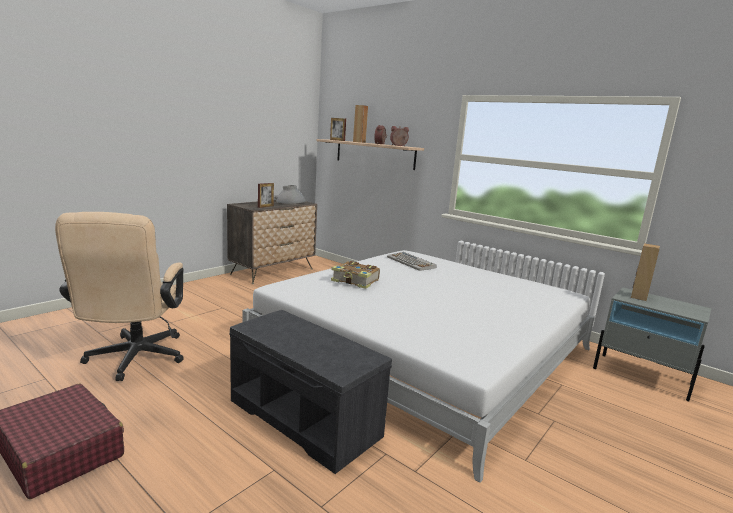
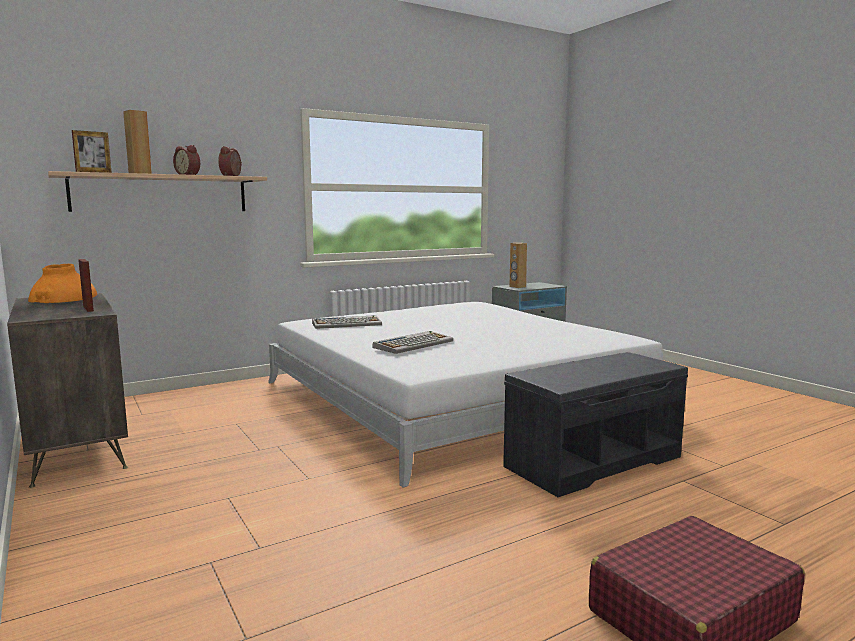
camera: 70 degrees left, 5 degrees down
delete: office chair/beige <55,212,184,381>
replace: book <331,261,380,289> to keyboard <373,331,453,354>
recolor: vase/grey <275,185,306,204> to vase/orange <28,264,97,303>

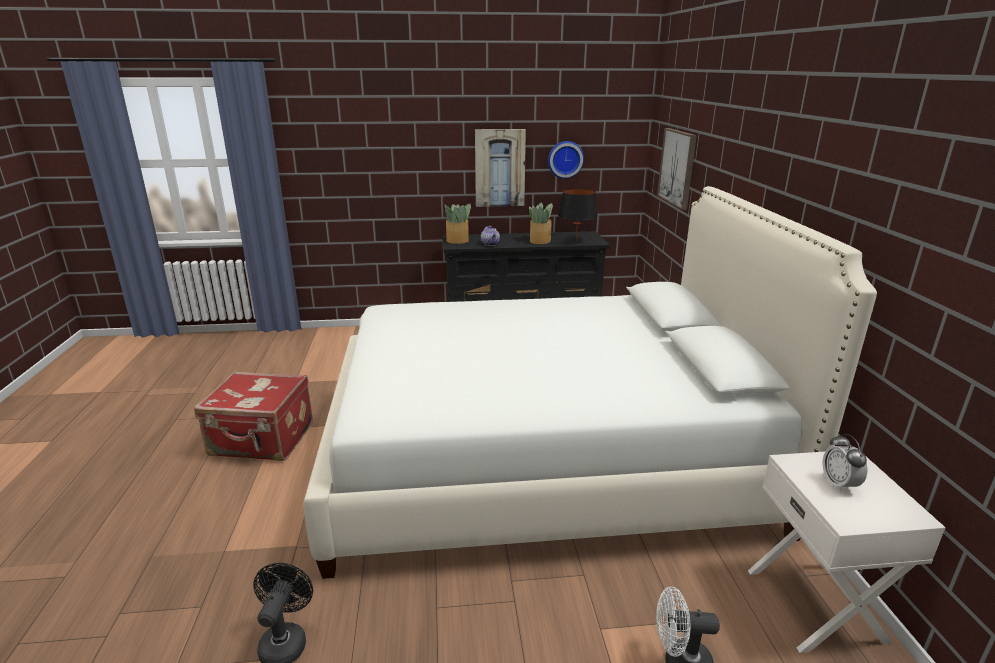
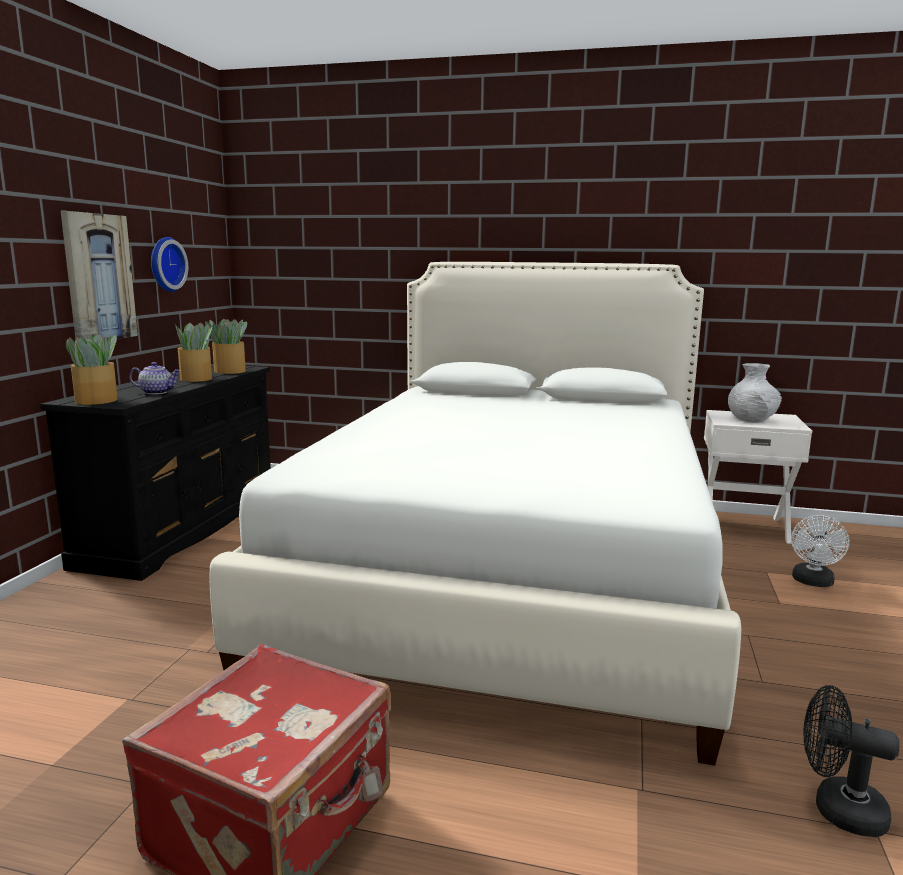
camera: 70 degrees left, 10 degrees down
delete: picture <657,128,697,210>
replace: table lamp/black <558,188,598,241> to potted plant <205,319,247,374>; alarm clock <823,434,868,493> to vase/white <728,363,782,423>

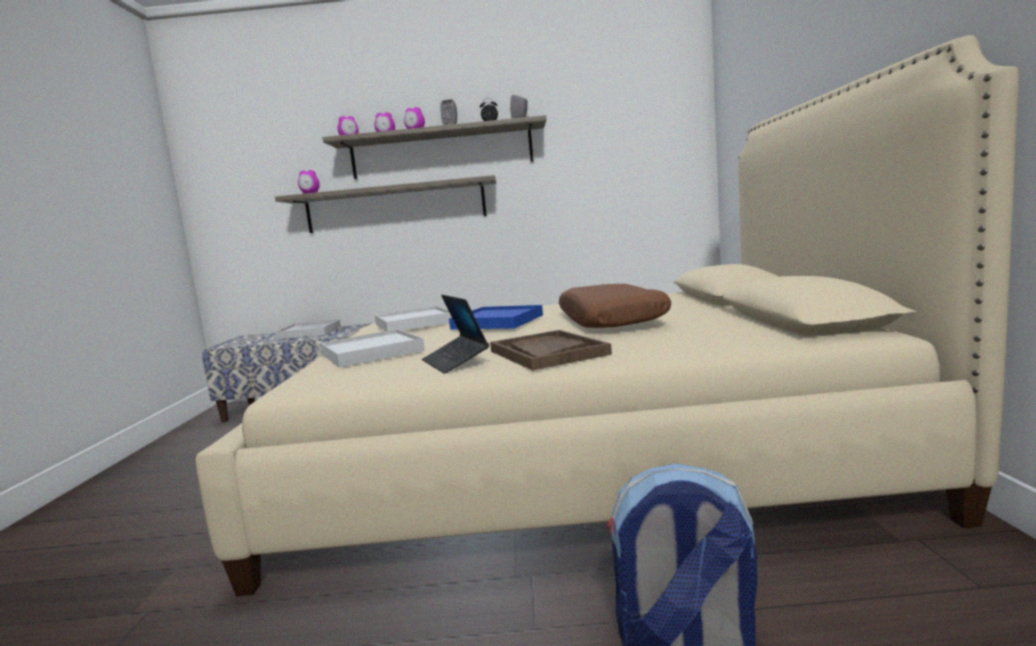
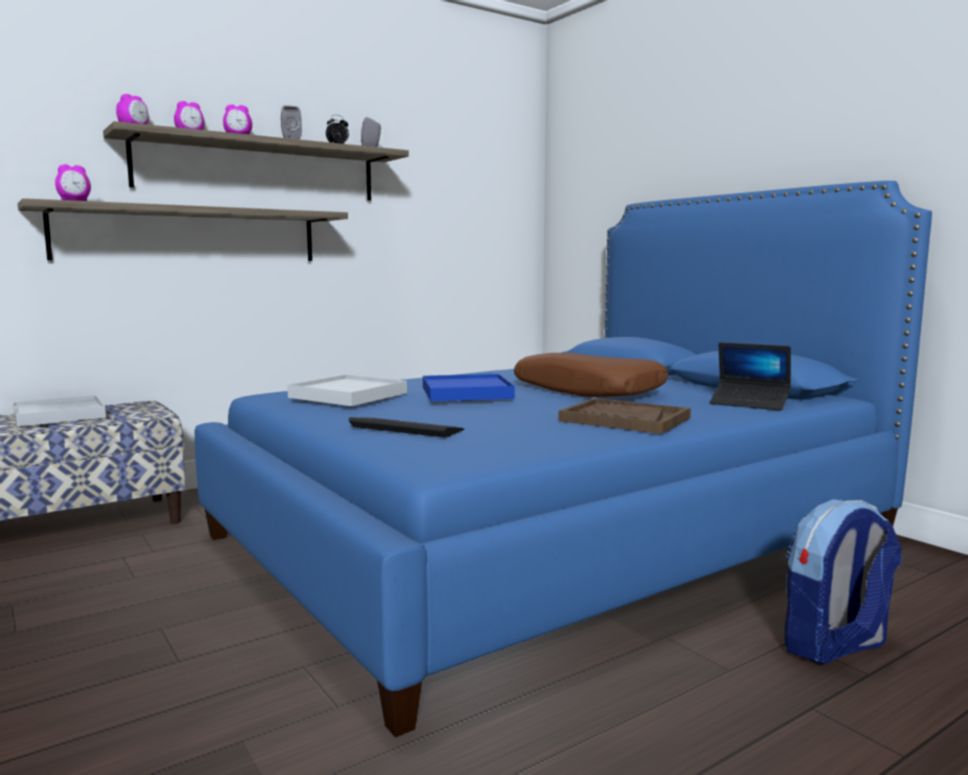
camera: 35 degrees left, 0 degrees up
move: laptop <422,295,489,374> to <709,343,791,411>
replace: tray/white <320,329,425,368> to keyboard <348,417,464,437>
recolor: bed/beige <195,35,1019,596> to bed/blue <195,181,932,737>

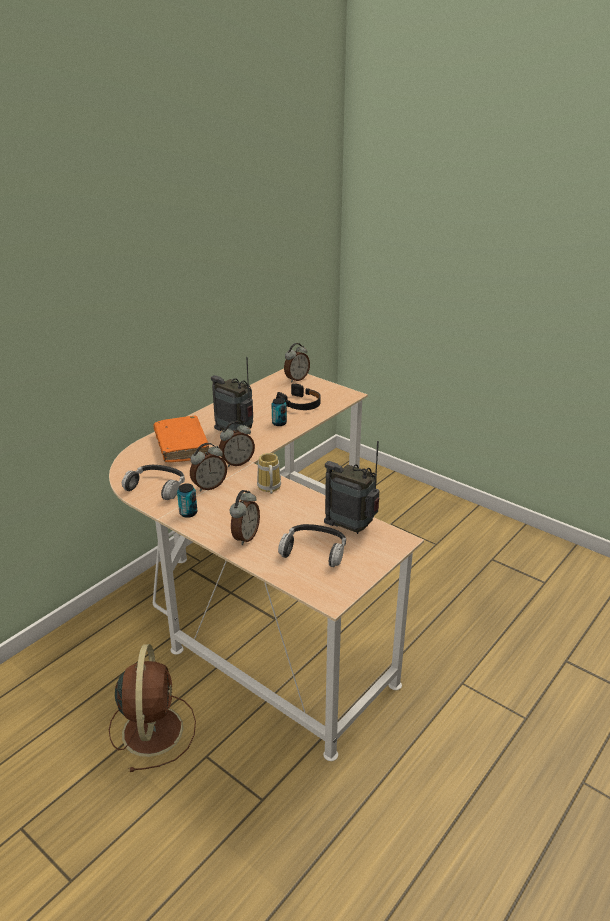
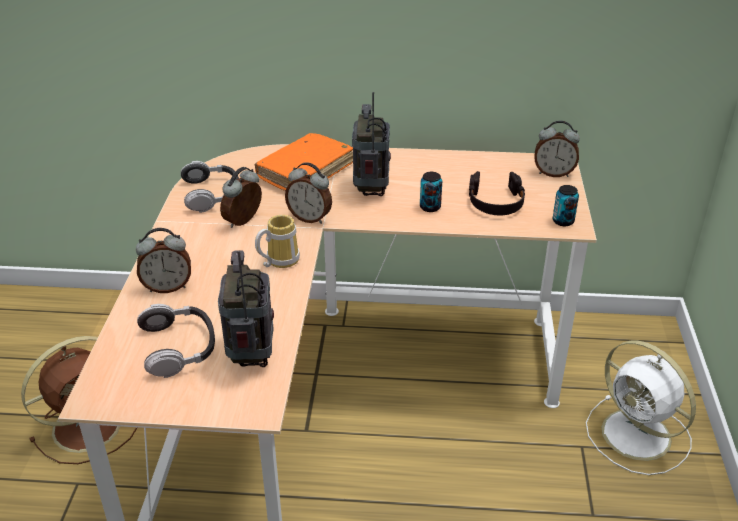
camera: 55 degrees right, 5 degrees up
insert: fan/white <586,340,696,475>
move: can <177,483,197,518> to <553,185,579,226>
rotate: alarm clock <190,443,227,492> = <220,167,262,228> 105 degrees clockwise

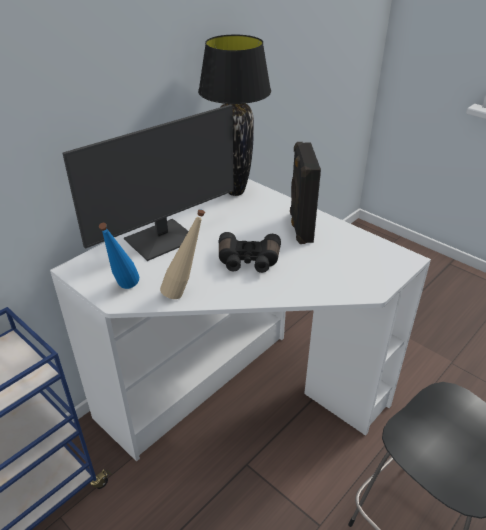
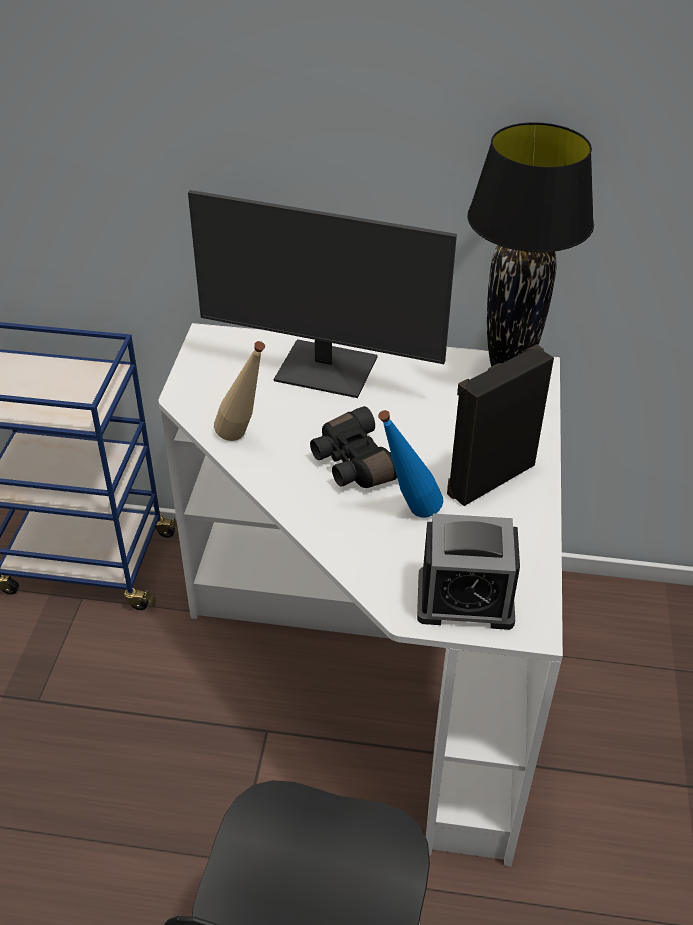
camera: 55 degrees right, 5 degrees up
insert: alarm clock <417,514,520,630>
move: bottle/blue <99,223,139,289> to <378,410,443,518>

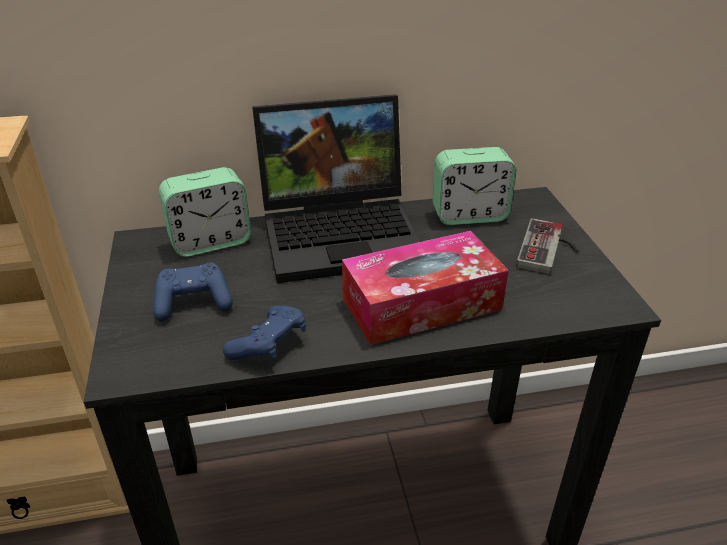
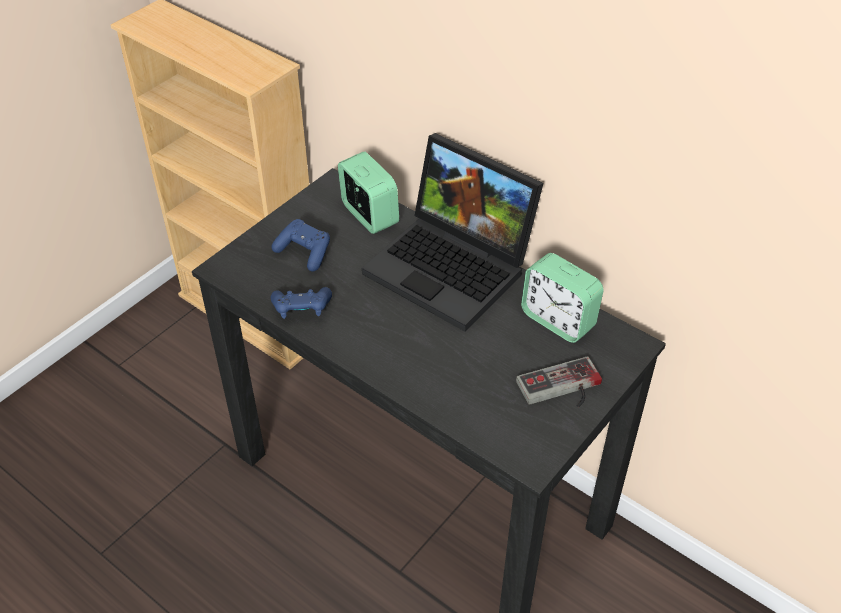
camera: 50 degrees right, 10 degrees up
delete: tissue box <342,231,509,345>
rotate: alarm clock <159,167,251,257> = <338,151,399,234> 150 degrees counterclockwise

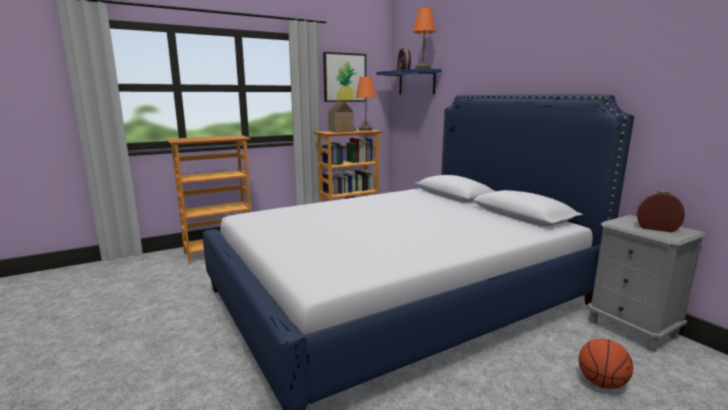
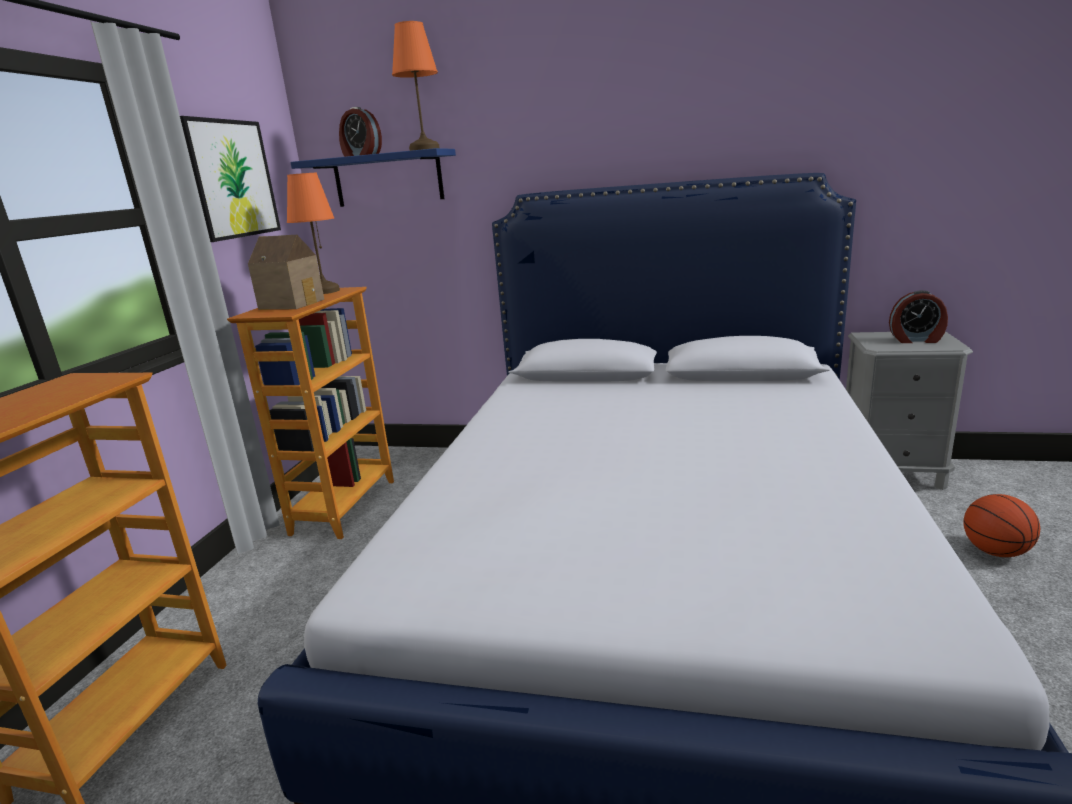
camera: 45 degrees left, 5 degrees up
rotate: alarm clock <637,190,685,232> = <889,290,948,343> 150 degrees counterclockwise

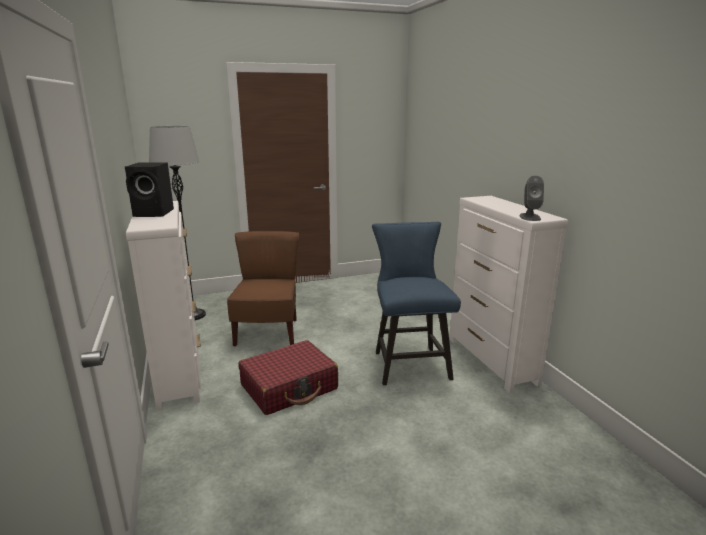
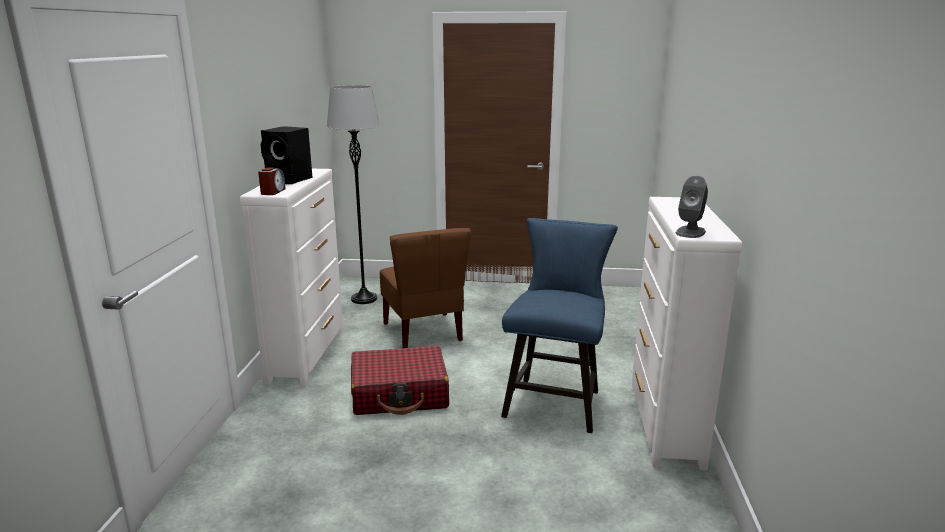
camera: 25 degrees right, 0 degrees up
insert: alarm clock <258,167,286,195>
rotate: chair/brown <227,231,299,347> = <380,228,471,348> 135 degrees clockwise

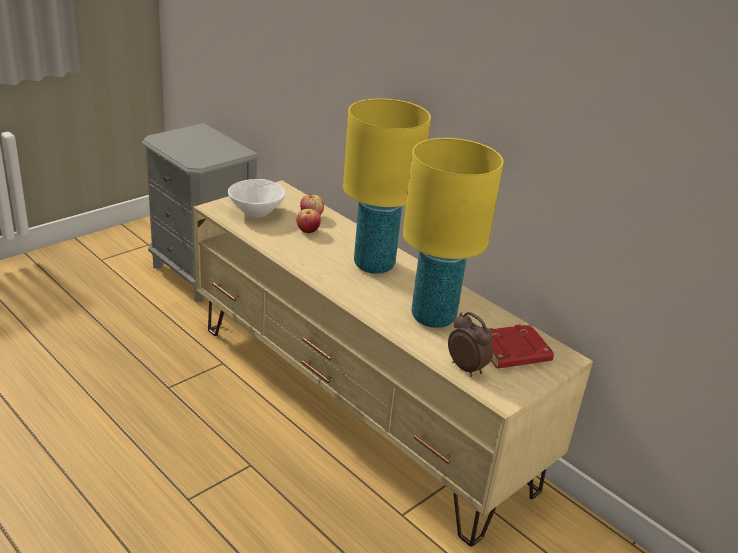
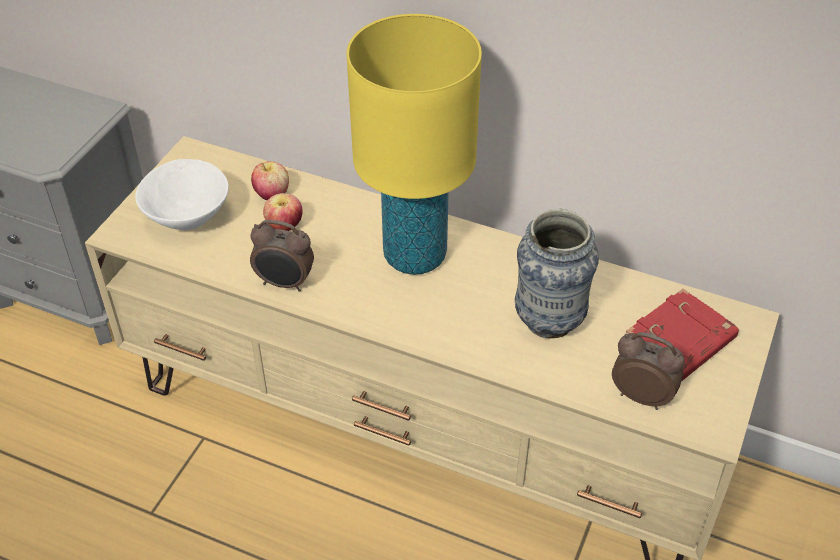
camera: 20 degrees left, 15 degrees up
insert: alarm clock <250,220,314,292>
replace: table lamp/yellow <403,138,504,328> to vase <515,209,599,338>

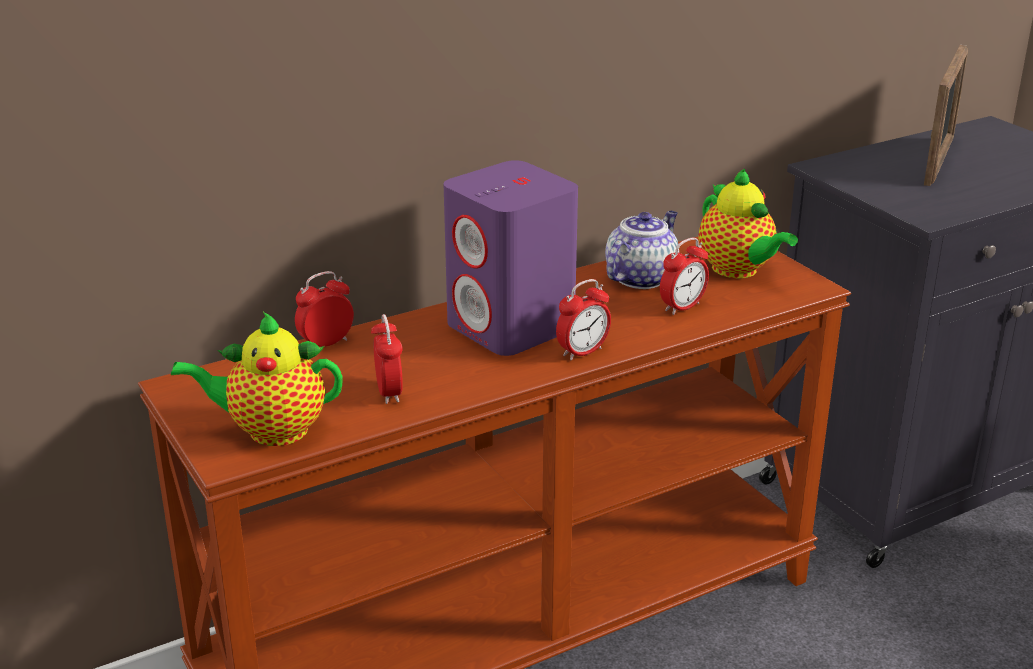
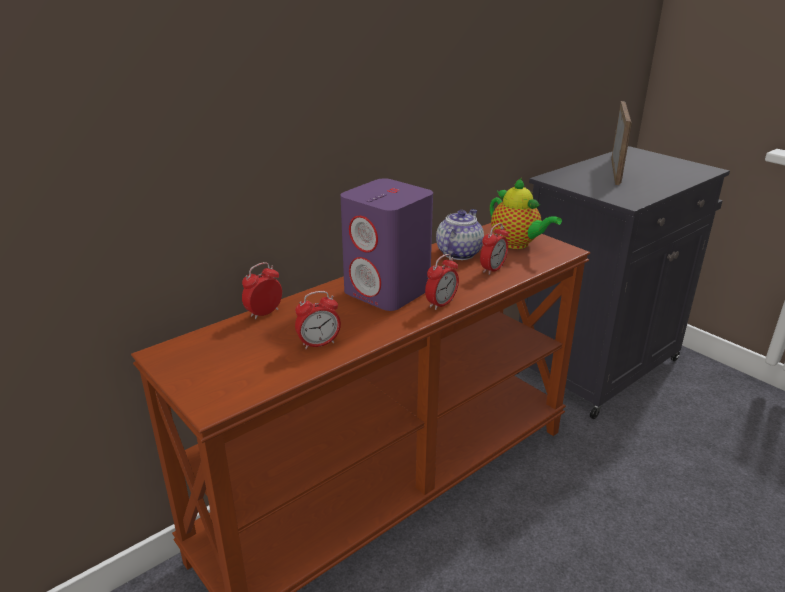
camera: 10 degrees left, 0 degrees up
delete: teapot <171,312,343,446>
rotate: alarm clock <371,314,403,404> = <295,291,341,349> 90 degrees clockwise

